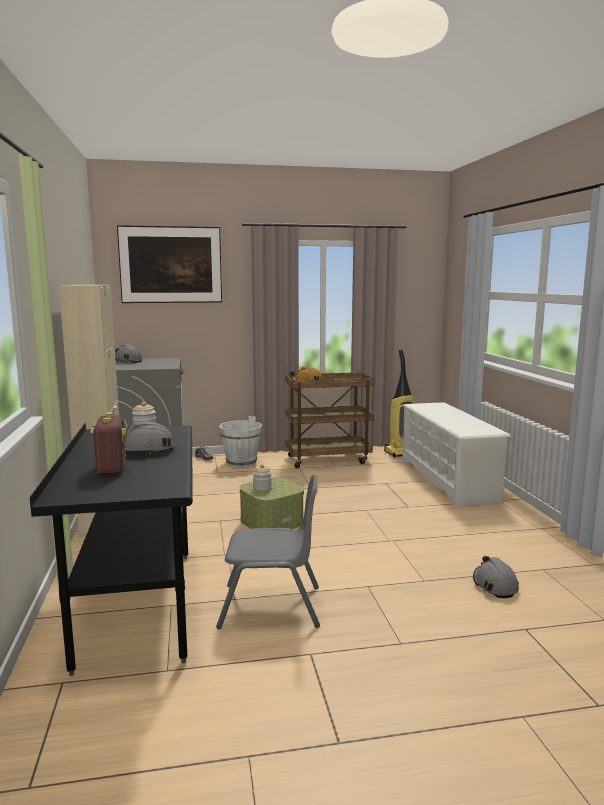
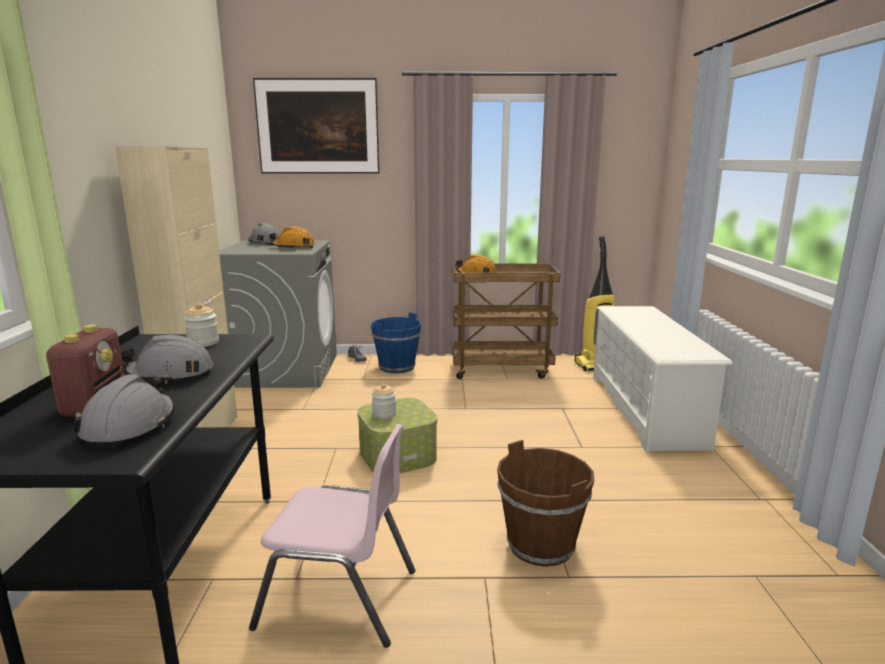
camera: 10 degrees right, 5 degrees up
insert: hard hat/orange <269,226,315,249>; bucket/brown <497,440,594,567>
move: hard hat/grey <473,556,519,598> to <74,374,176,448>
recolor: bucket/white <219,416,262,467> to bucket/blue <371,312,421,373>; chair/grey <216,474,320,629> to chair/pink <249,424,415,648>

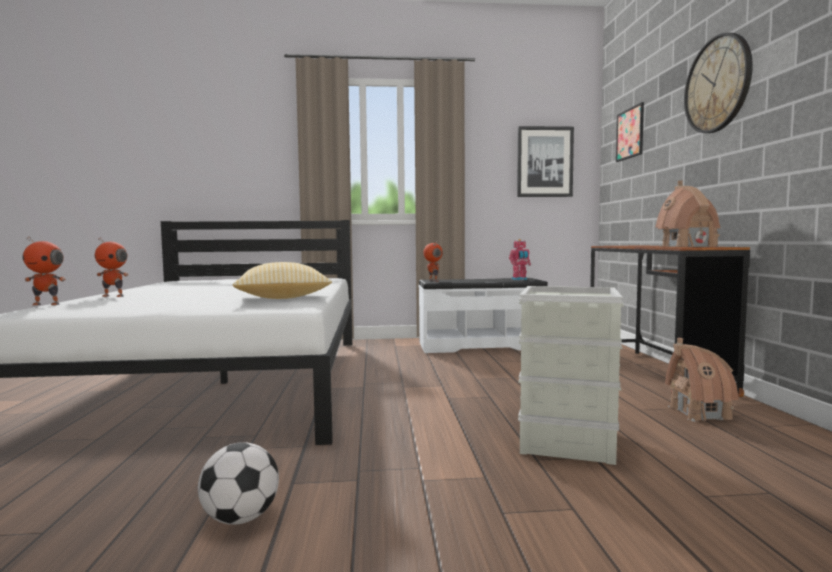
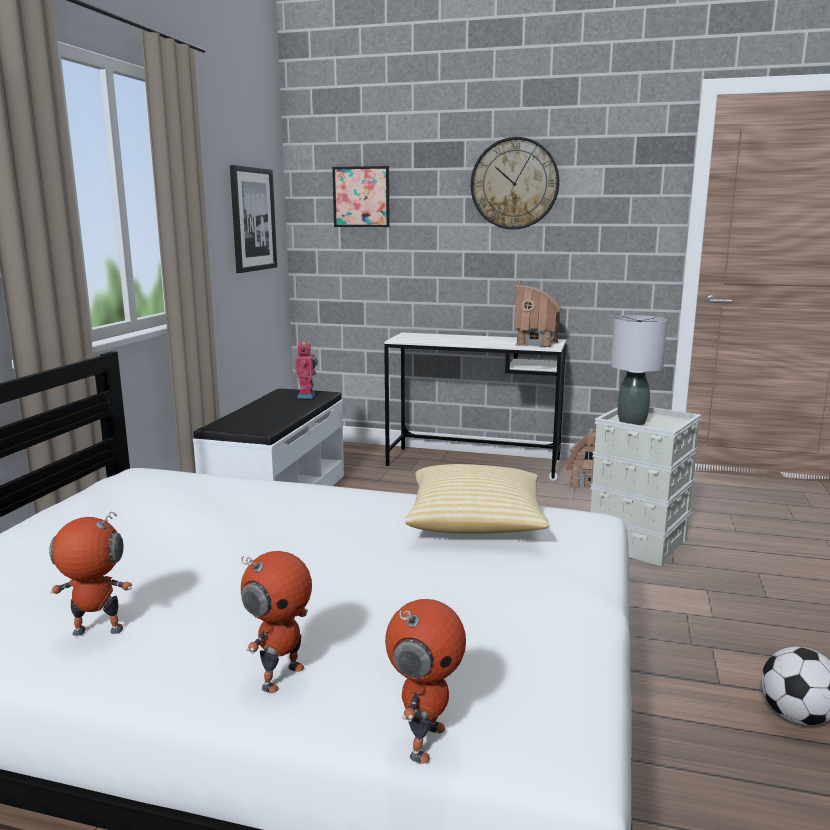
camera: 70 degrees left, 10 degrees up
insert: table lamp/grey <610,315,667,425>
move: toy robot <423,240,443,281> to <49,512,132,636>
recolor: desk/brown <590,245,750,397> to desk/white <384,332,566,481>

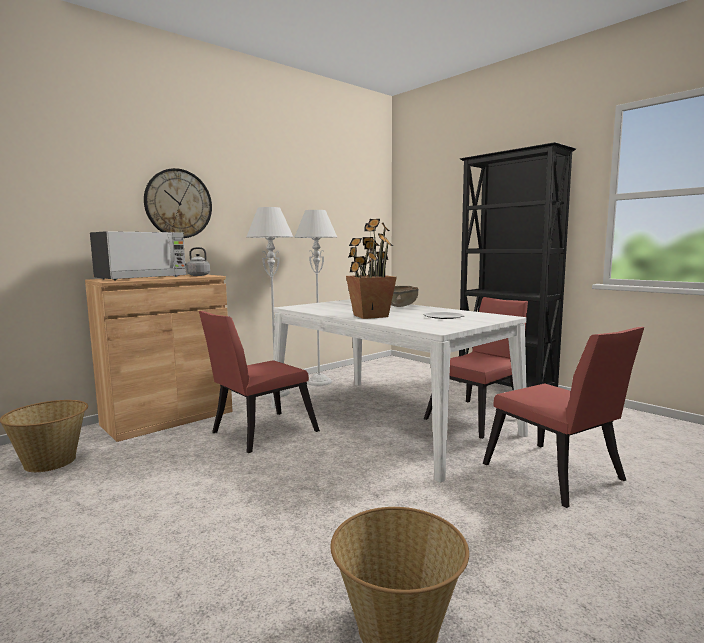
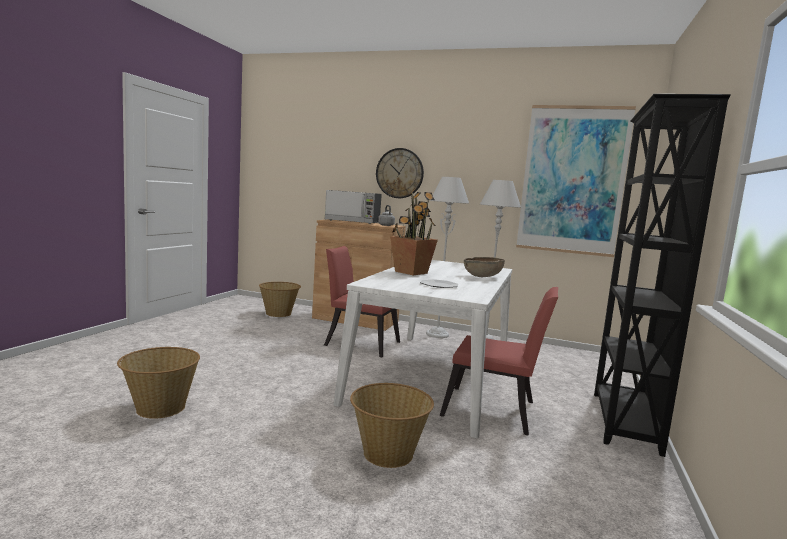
camera: 60 degrees right, 0 degrees up
insert: picture <516,105,636,257>
replace: chair/red <483,327,644,508> to basket <350,383,434,468>

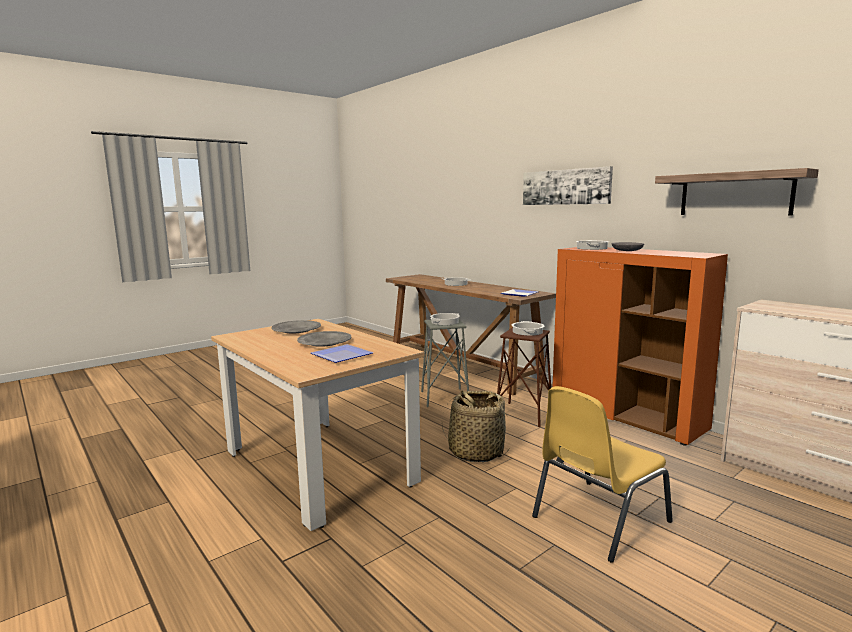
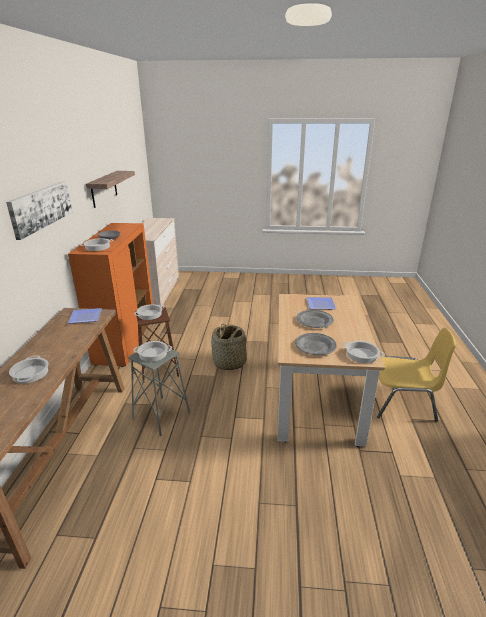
camera: 135 degrees left, 15 degrees up
insert: cooking pot <342,341,385,364>
move: chair/yellow <532,386,673,563> to <377,328,457,422>

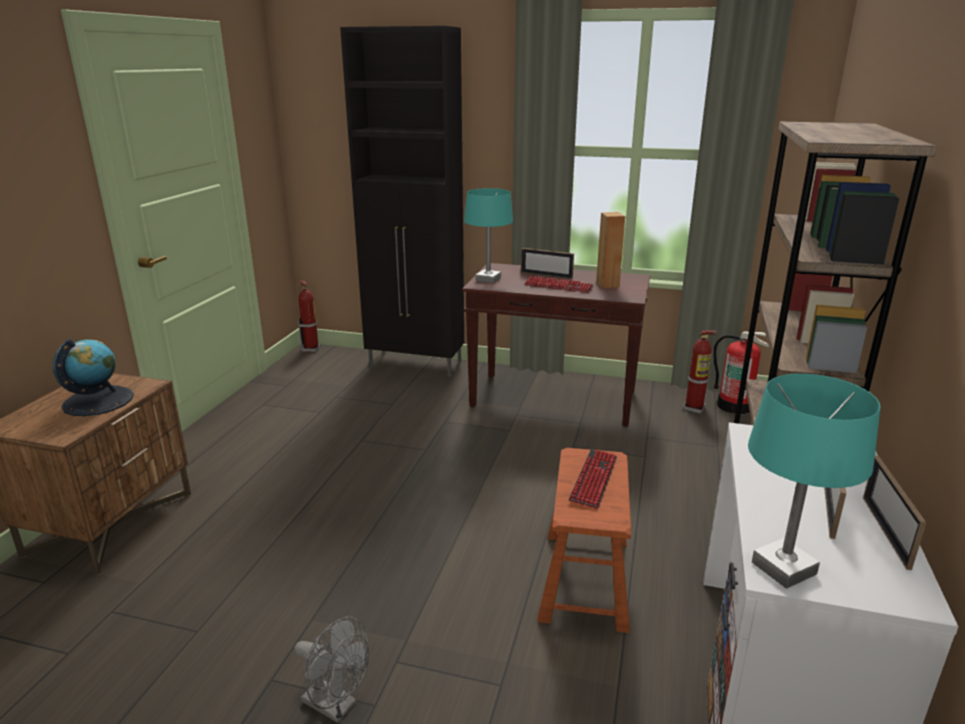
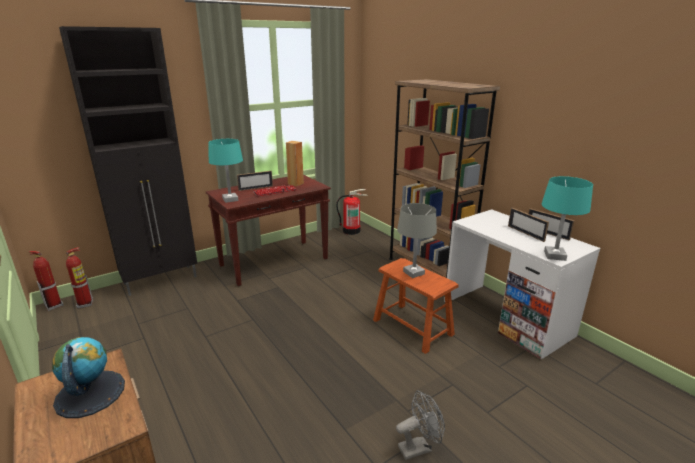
camera: 50 degrees left, 0 degrees up
move: fire extinguisher <683,330,717,414> to <66,247,93,309>
replace: keyboard <569,450,617,509> to table lamp/grey <397,203,437,278>

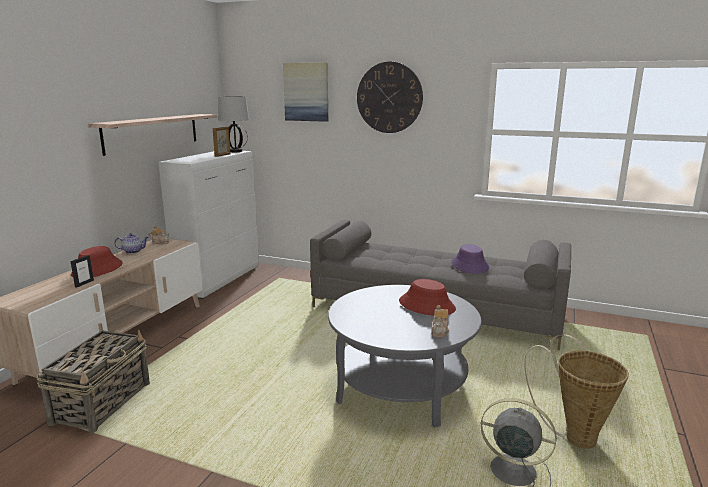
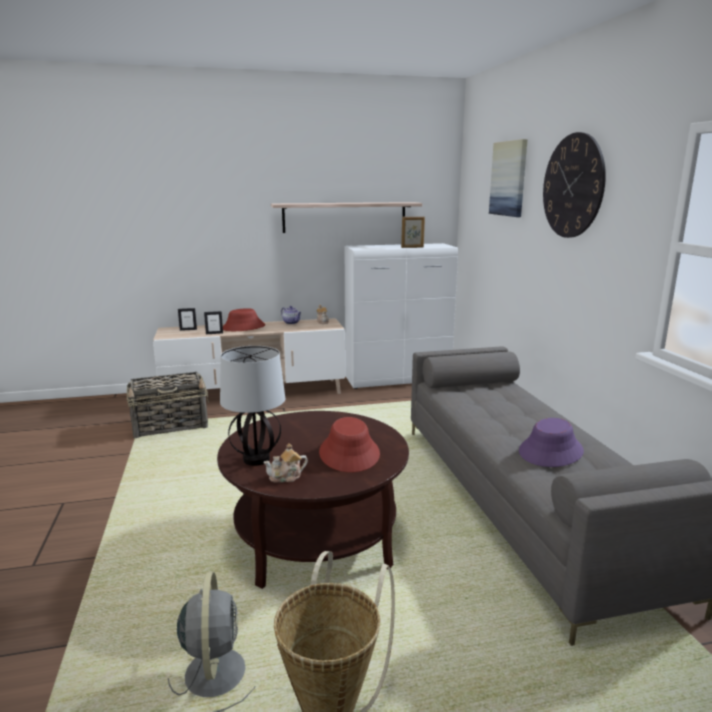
camera: 55 degrees right, 0 degrees up
insert: picture frame <178,308,197,331>
move: table lamp <218,96,249,152> to <220,346,285,466>
recolor: coffee table/grey <328,285,482,428> to coffee table/brown <217,411,409,589>

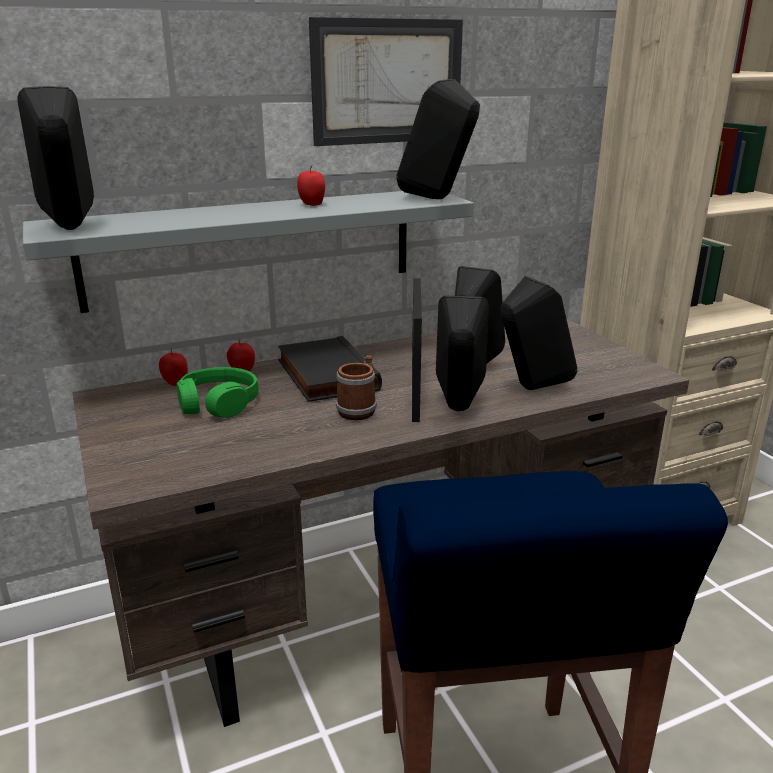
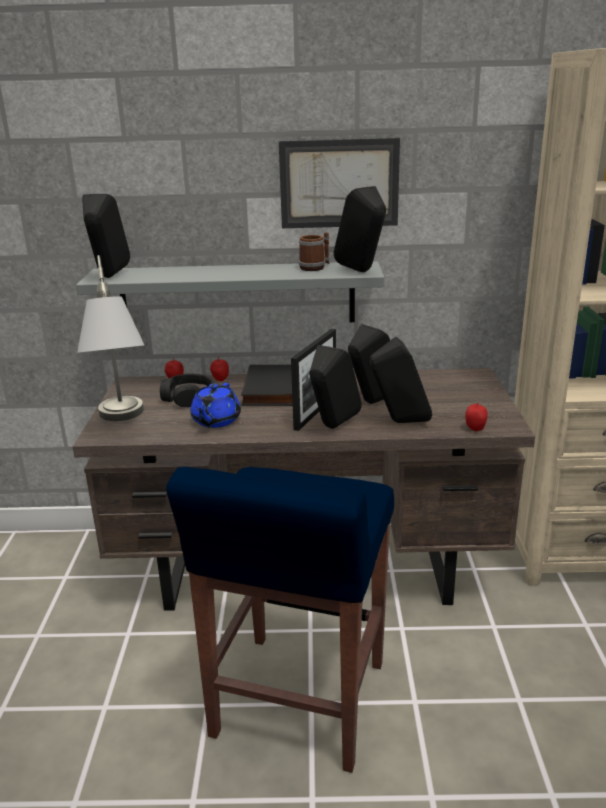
camera: 25 degrees right, 0 degrees up
insert: table lamp/grey <77,255,144,421>; teapot/blue <190,383,241,428>
move: apple <297,165,325,206> to <465,402,488,431>; mug <336,355,377,420> to <298,232,330,271>
recolor: headphones/green <176,367,259,418> to headphones/black <160,374,214,407>

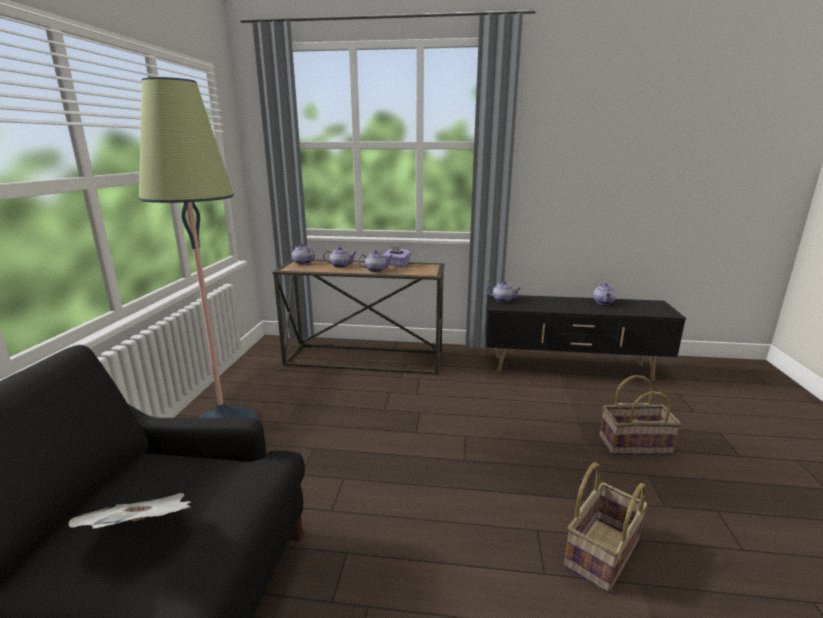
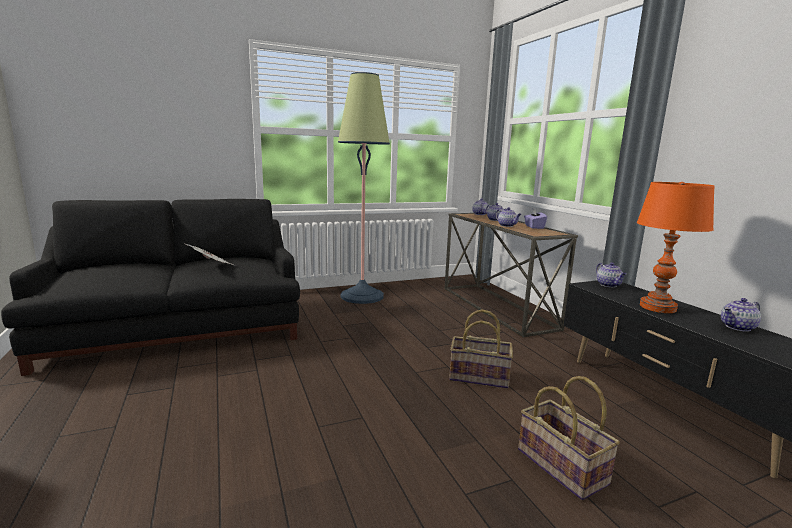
camera: 60 degrees right, 5 degrees down
insert: table lamp/orange <637,182,715,313>
move: basket <564,463,648,593> to <449,310,513,389>

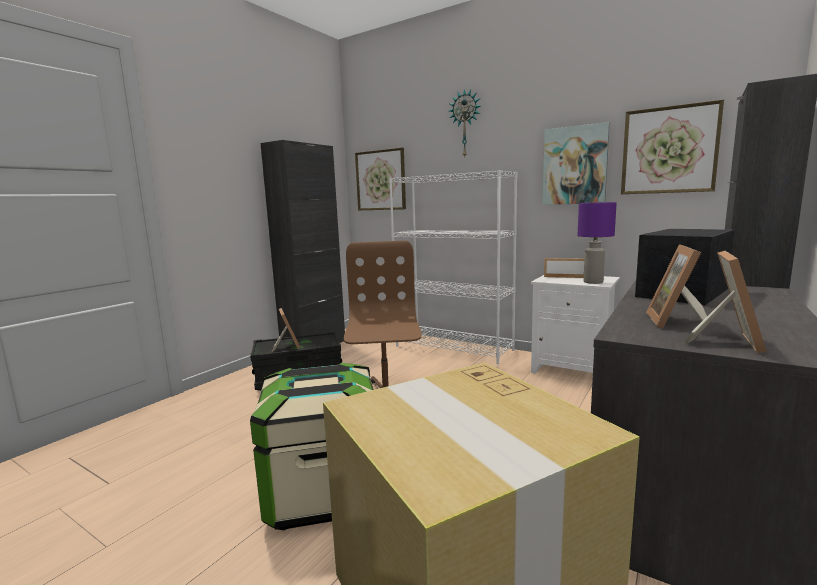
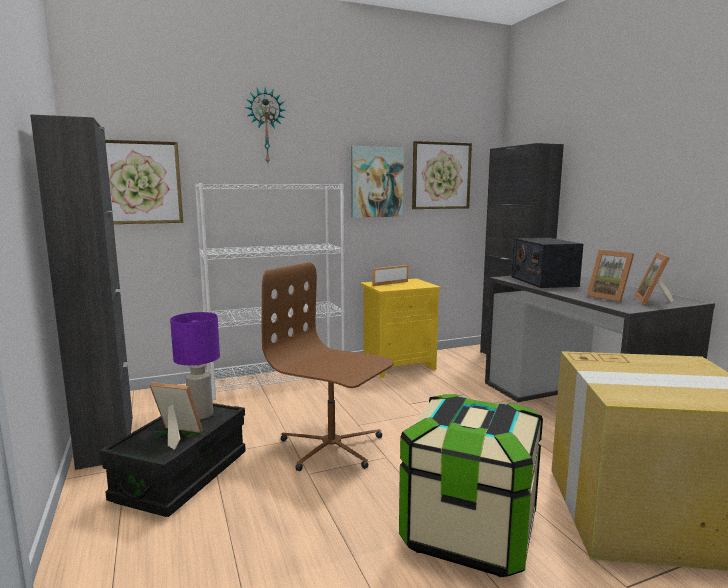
camera: 55 degrees left, 0 degrees up
move: table lamp/purple <577,202,617,284> to <170,312,220,419>
recolor: nightstand/white <531,275,620,373> to nightstand/yellow <360,278,441,378>
rotate: picture frame <683,251,767,353> = <634,252,673,305> 135 degrees counterclockwise

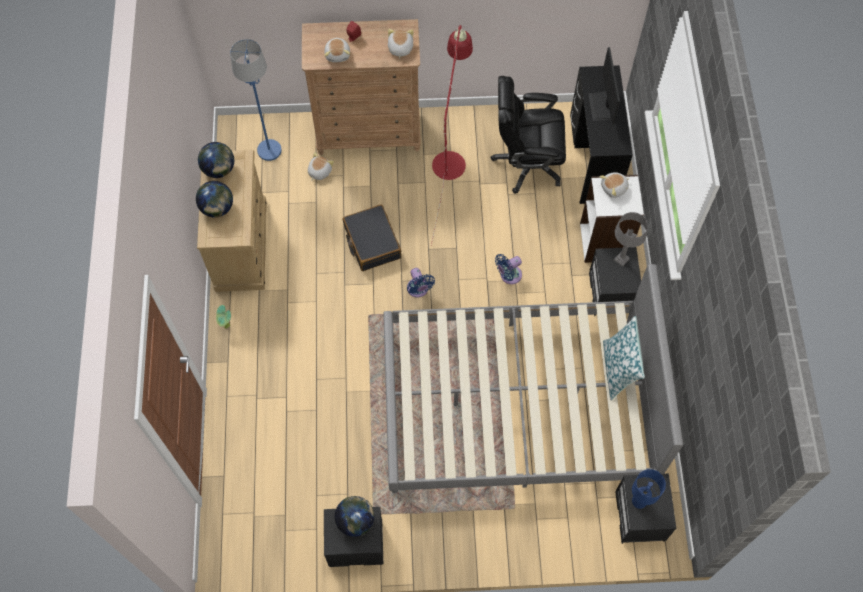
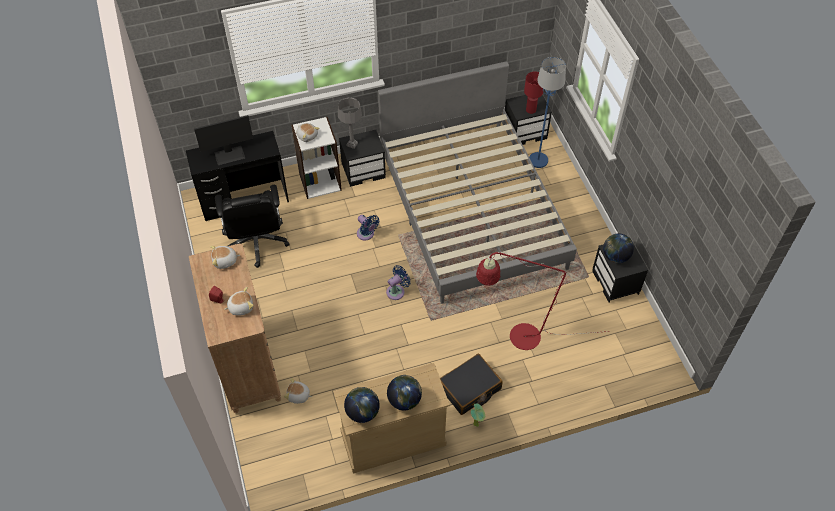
camera: 105 degrees left, 10 degrees down
delete: pillow <603,316,645,400>
move: floor lamp/red <431,25,473,245> to <476,252,610,350>; floor lamp/blue <230,39,282,161> to <529,57,566,168>; suitcase/black <343,205,401,271> to <440,354,502,415>
recolor: table lamp/blue <632,469,666,509> to table lamp/red <524,72,544,114>

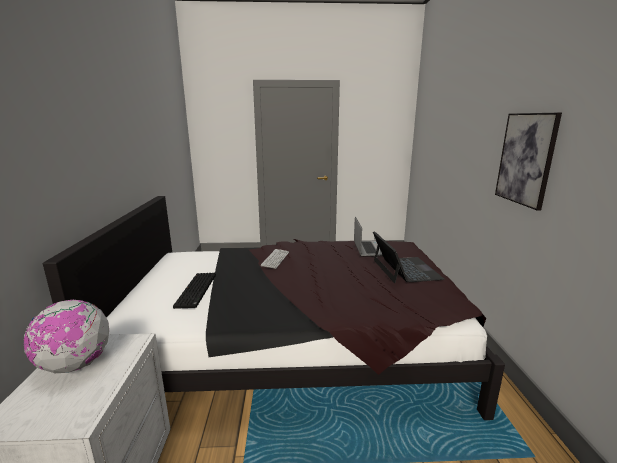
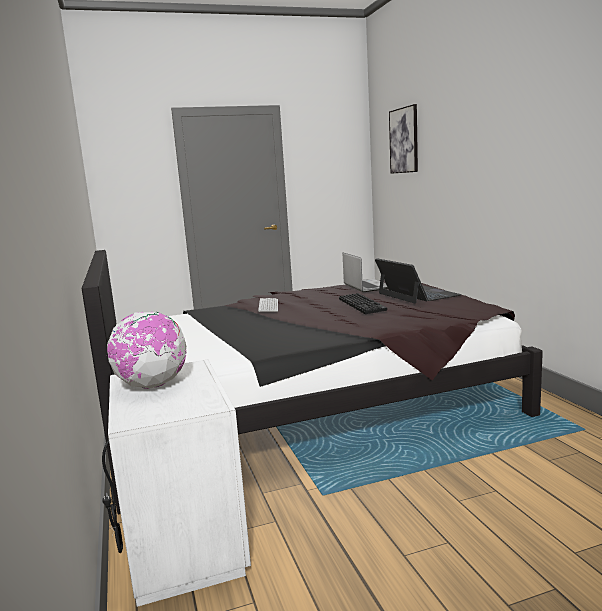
camera: 15 degrees left, 5 degrees down
move: picture <495,113,562,211> to <389,104,418,174>; keyboard <173,273,216,309> to <339,293,387,314>

